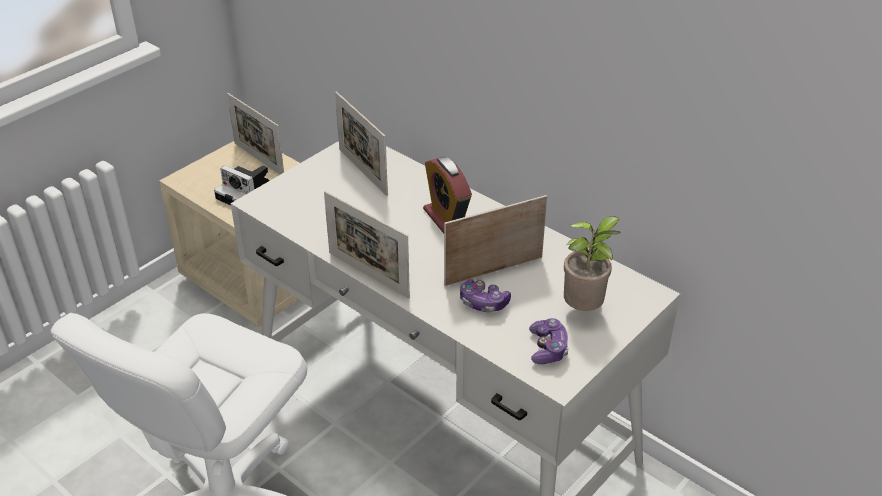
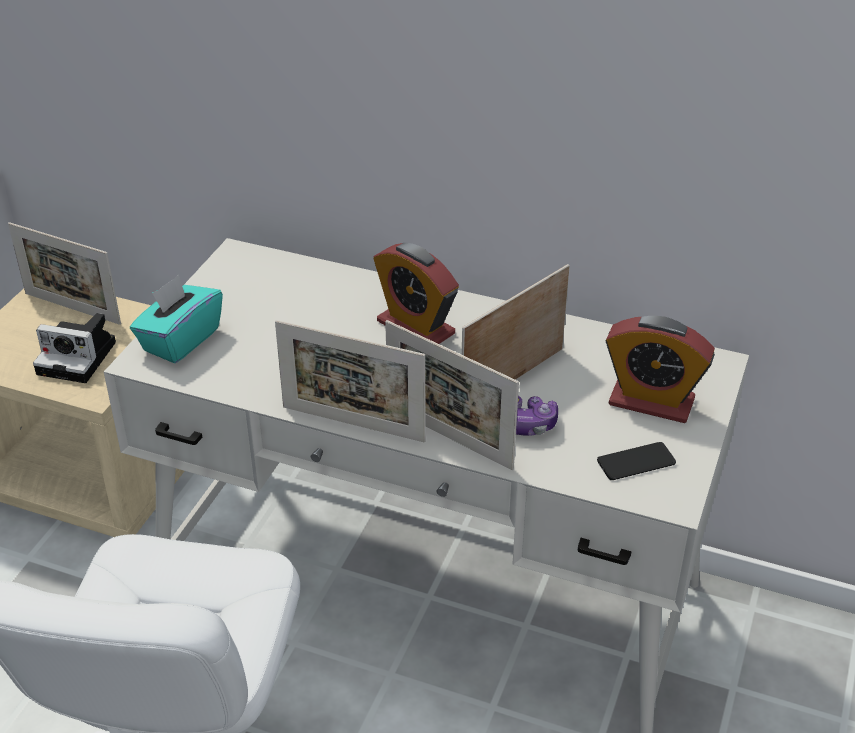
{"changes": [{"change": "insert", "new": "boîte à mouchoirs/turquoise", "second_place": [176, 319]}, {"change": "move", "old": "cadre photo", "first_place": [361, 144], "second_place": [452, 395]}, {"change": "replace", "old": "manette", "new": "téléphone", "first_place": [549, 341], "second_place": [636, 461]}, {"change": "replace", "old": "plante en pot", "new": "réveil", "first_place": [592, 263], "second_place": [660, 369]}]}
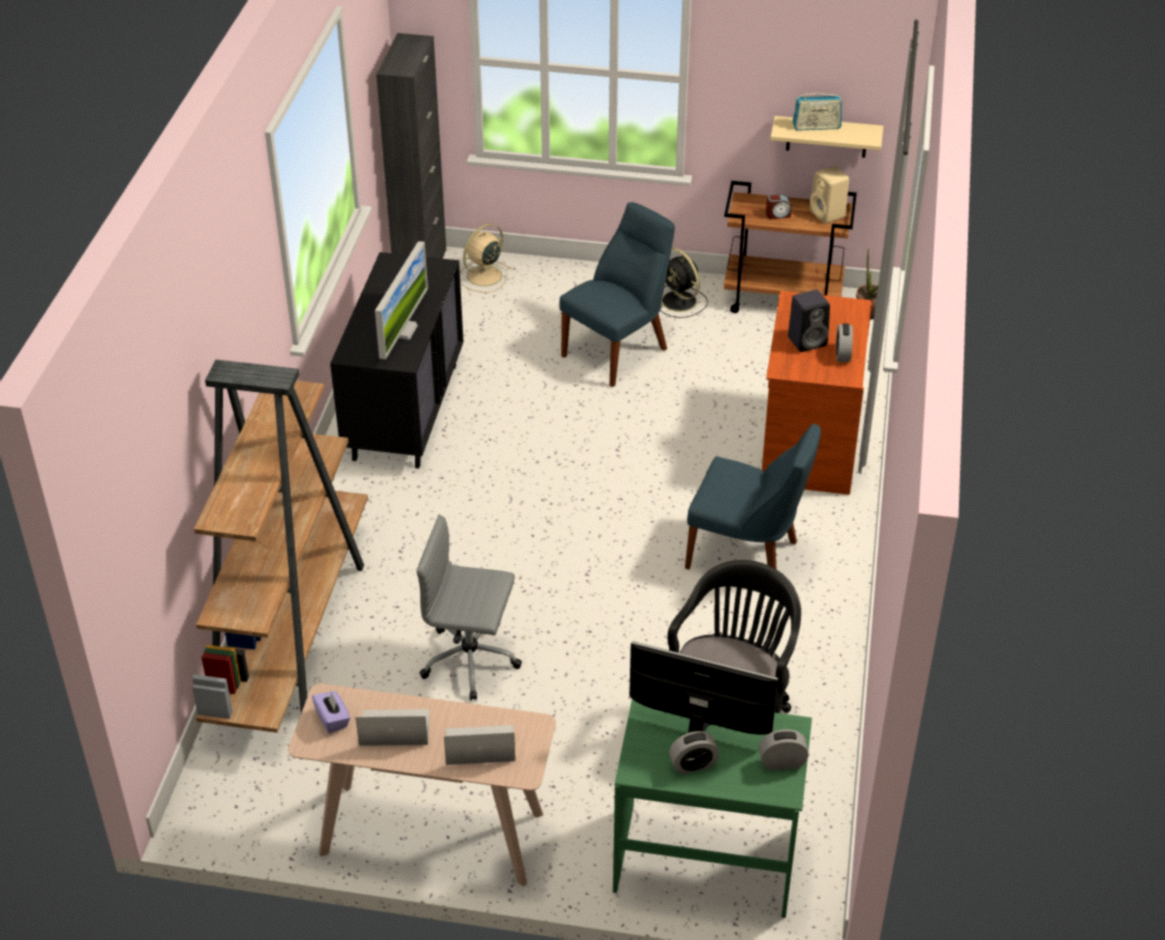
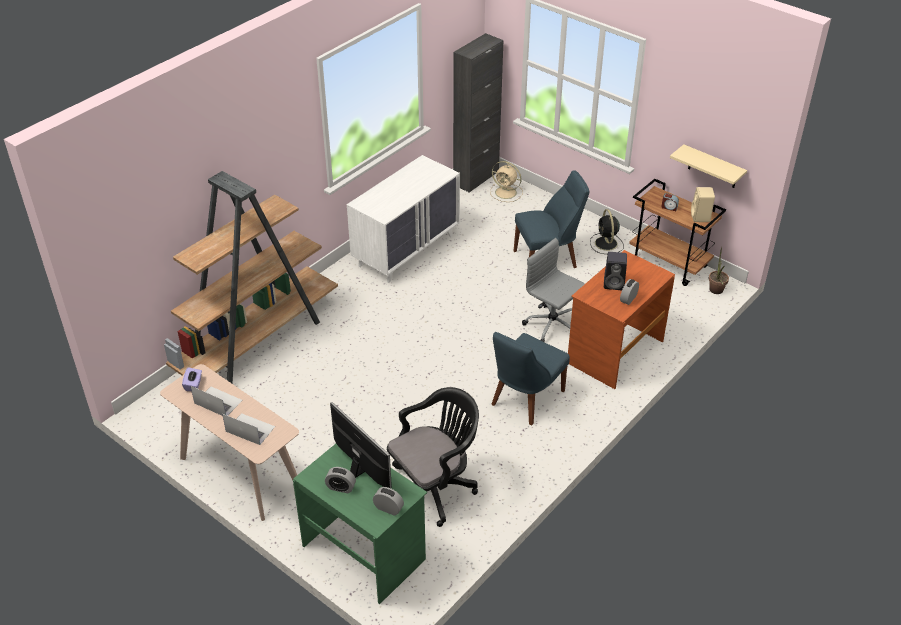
{"changes": [{"change": "recolor", "old": "commode/noir", "new": "commode/blanc", "first_place": [397, 360], "second_place": [403, 219]}, {"change": "rotate", "old": "ventilateur/beige", "first_place": [485, 258], "second_place": [506, 181], "degrees": -135}, {"change": "rotate", "old": "chaise/bleu", "first_place": [753, 496], "second_place": [530, 378], "degrees": 75}, {"change": "move", "old": "chaise de bureau/gris", "first_place": [469, 608], "second_place": [553, 290]}, {"change": "delete", "old": "écran d'ordinateur", "first_place": [401, 300]}, {"change": "delete", "old": "radio", "first_place": [817, 111]}]}
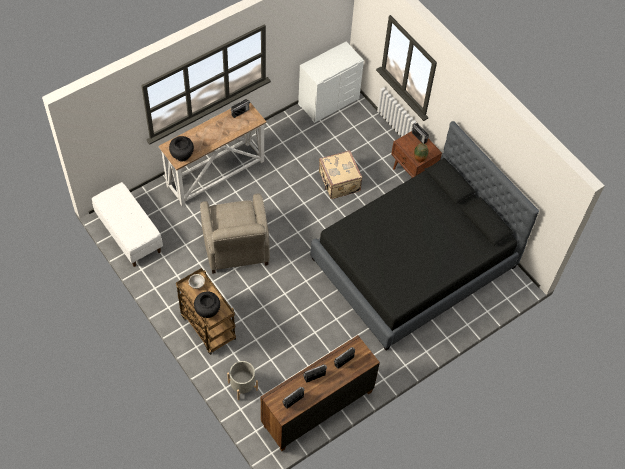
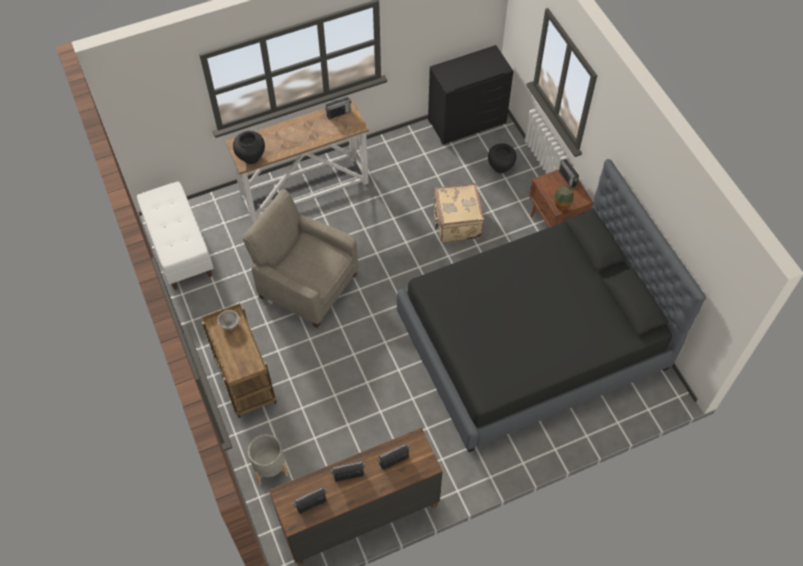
{"changes": [{"change": "rotate", "old": "fauteuil/beige", "first_place": [235, 234], "second_place": [300, 258], "degrees": 120}, {"change": "recolor", "old": "commode/blanc", "new": "commode/noir", "first_place": [331, 82], "second_place": [470, 95]}, {"change": "move", "old": "vase/noir", "first_place": [207, 305], "second_place": [502, 158]}]}
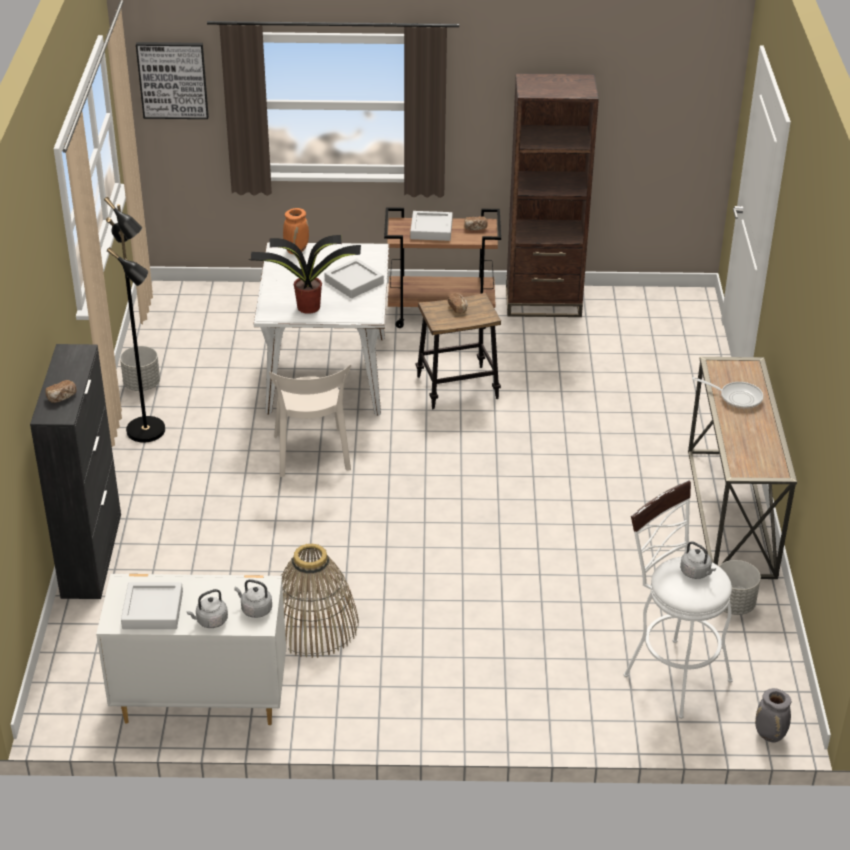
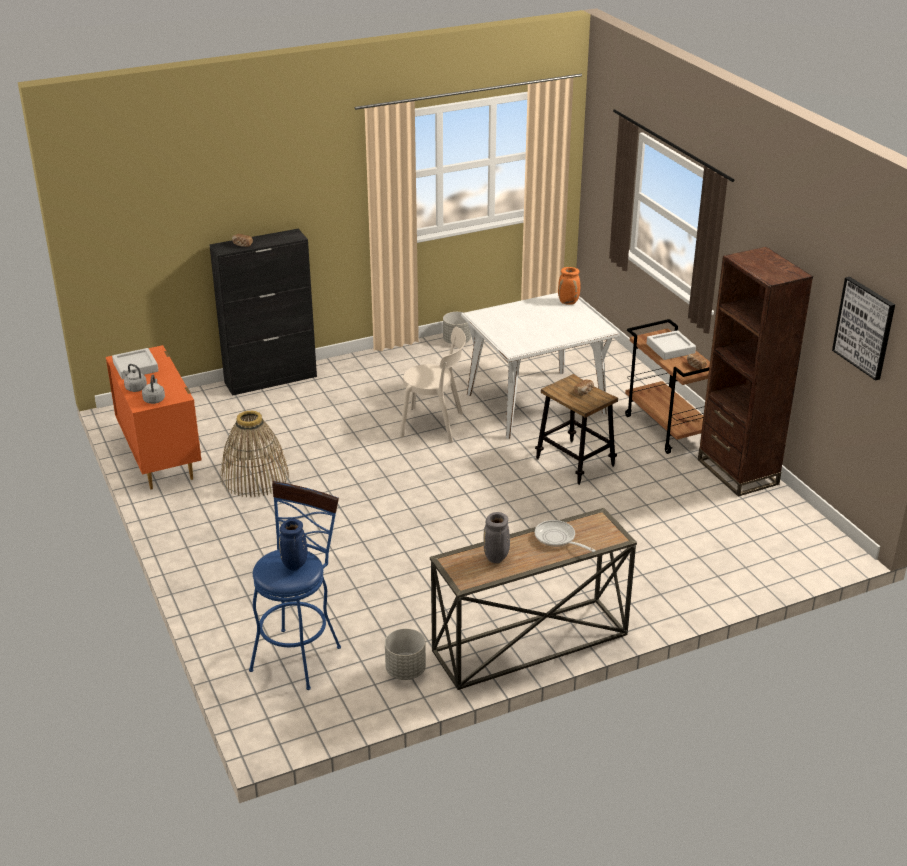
{"changes": [{"change": "recolor", "old": "commode/blanc", "new": "commode/orange", "first_place": [191, 649], "second_place": [154, 417]}, {"change": "recolor", "old": "tabouret/blanc", "new": "tabouret/bleu", "first_place": [678, 599], "second_place": [295, 585]}, {"change": "replace", "old": "bouilloire/gris", "new": "vase/bleu", "first_place": [698, 560], "second_place": [293, 544]}, {"change": "rotate", "old": "chaise/beige", "first_place": [310, 420], "second_place": [433, 385], "degrees": -135}, {"change": "move", "old": "vase/gris", "first_place": [773, 715], "second_place": [496, 537]}, {"change": "rotate", "old": "poêle", "first_place": [727, 393], "second_place": [565, 536], "degrees": 135}, {"change": "move", "old": "tableau", "first_place": [172, 80], "second_place": [863, 329]}, {"change": "delete", "old": "lampadaire/noir", "first_place": [134, 319]}, {"change": "delete", "old": "plante en pot", "first_place": [305, 274]}, {"change": "delete", "old": "plateau/gris", "first_place": [354, 278]}]}
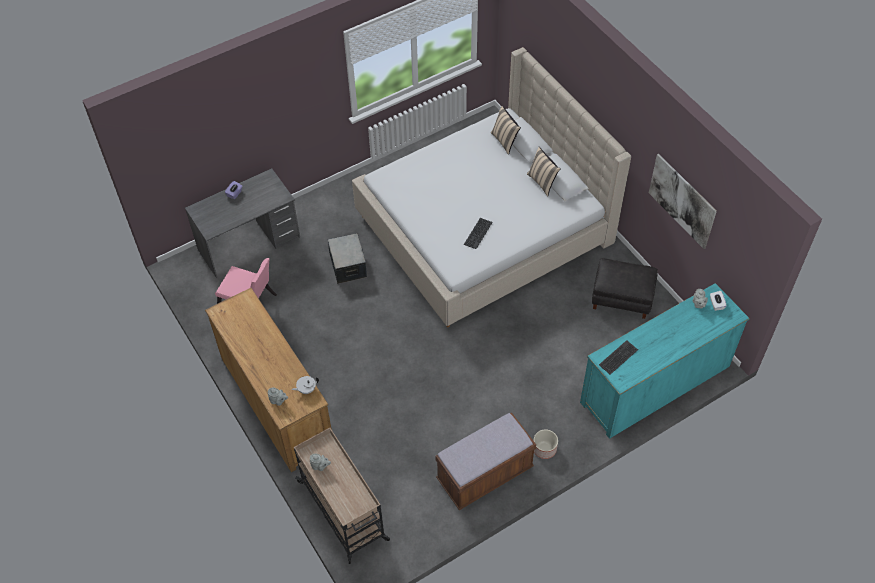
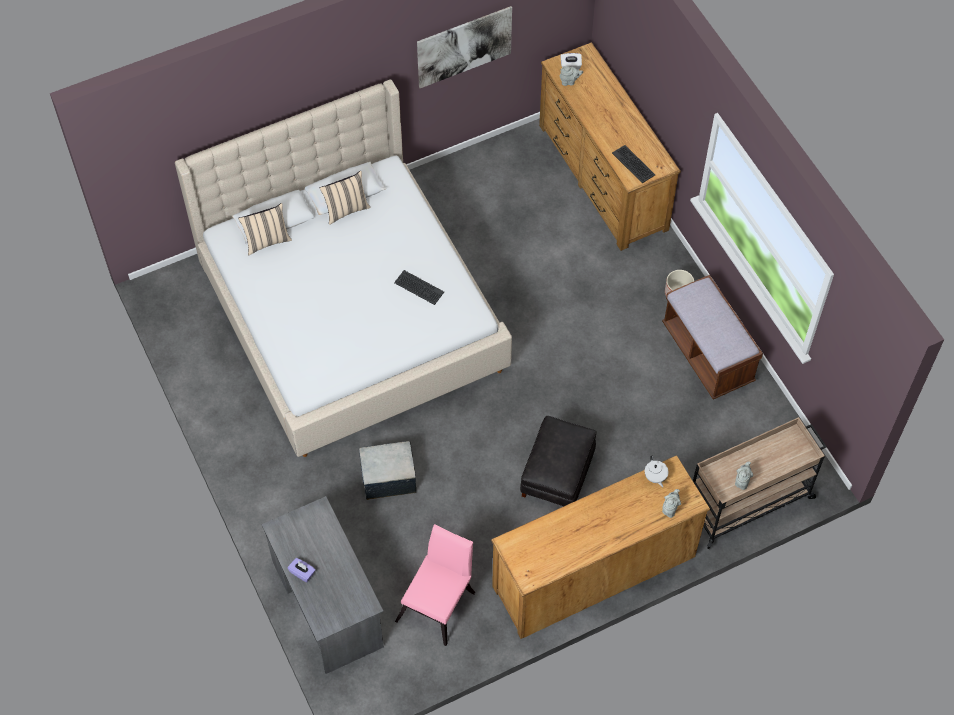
{"changes": [{"change": "move", "old": "pouf/noir", "first_place": [625, 288], "second_place": [558, 461]}, {"change": "recolor", "old": "commode/turquoise", "new": "commode/marron", "first_place": [665, 361], "second_place": [610, 146]}]}
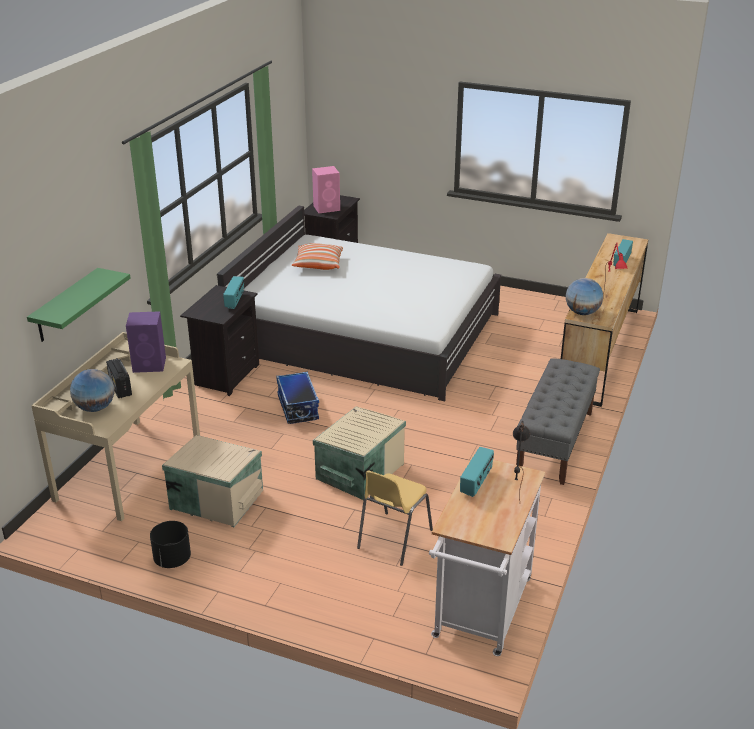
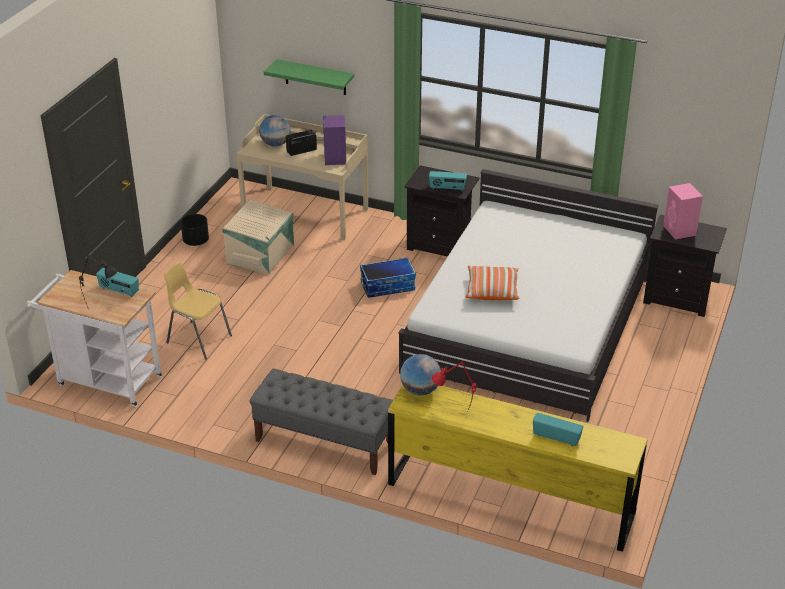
{"changes": [{"change": "recolor", "old": "commode/marron", "new": "commode/jaune", "first_place": [605, 320], "second_place": [517, 468]}, {"change": "move", "old": "coussin", "first_place": [317, 256], "second_place": [492, 283]}, {"change": "delete", "old": "boîte de rangement/beige", "first_place": [359, 453]}]}
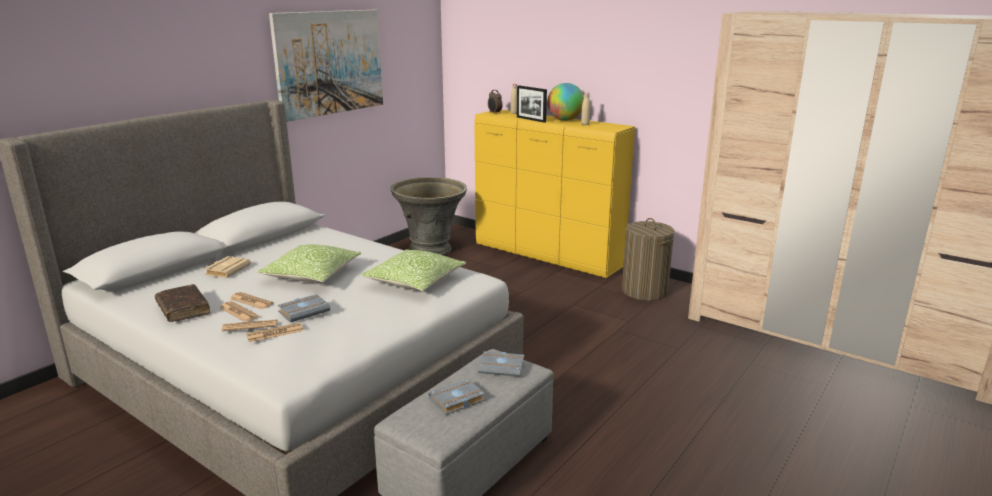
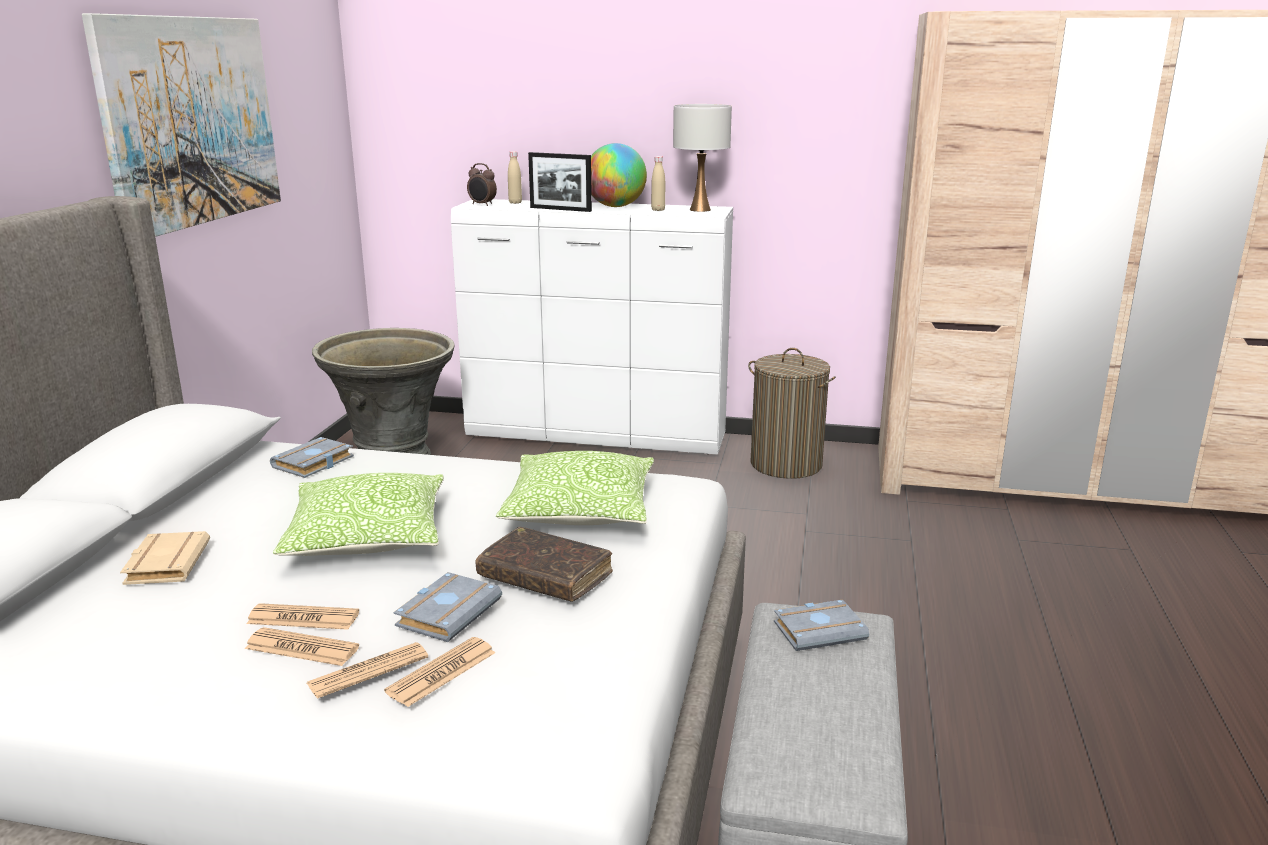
{"changes": [{"change": "move", "old": "livre/gris", "first_place": [456, 397], "second_place": [312, 457]}, {"change": "recolor", "old": "commode/jaune", "new": "commode/blanc", "first_place": [554, 194], "second_place": [592, 327]}, {"change": "move", "old": "livre/marron", "first_place": [183, 303], "second_place": [544, 564]}, {"change": "insert", "new": "lampe de table/blanc", "second_place": [702, 158]}]}
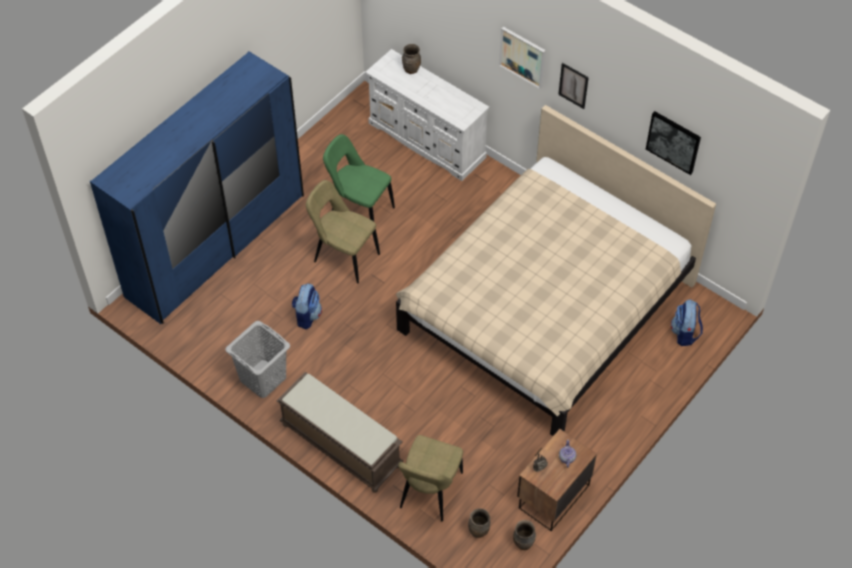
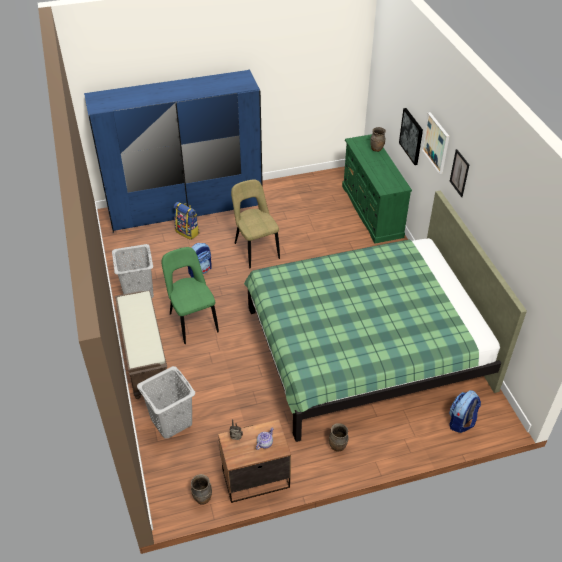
{"changes": [{"change": "replace", "old": "chaise/beige", "new": "panier à linge/gris", "first_place": [430, 478], "second_place": [166, 402]}, {"change": "move", "old": "chaise/vert", "first_place": [359, 177], "second_place": [190, 295]}, {"change": "insert", "new": "sac à dos", "second_place": [186, 221]}, {"change": "recolor", "old": "lit/beige", "new": "lit/vert", "first_place": [556, 270], "second_place": [385, 316]}, {"change": "move", "old": "vase/marron", "first_place": [479, 523], "second_place": [339, 437]}, {"change": "recolor", "old": "commode/blanc", "new": "commode/vert", "first_place": [427, 115], "second_place": [377, 189]}, {"change": "move", "old": "tableau", "first_place": [673, 143], "second_place": [411, 136]}]}
